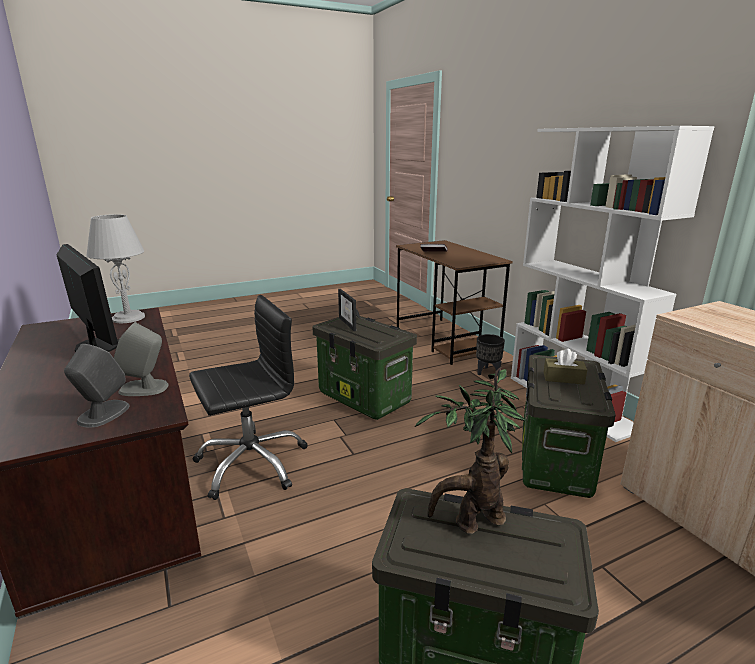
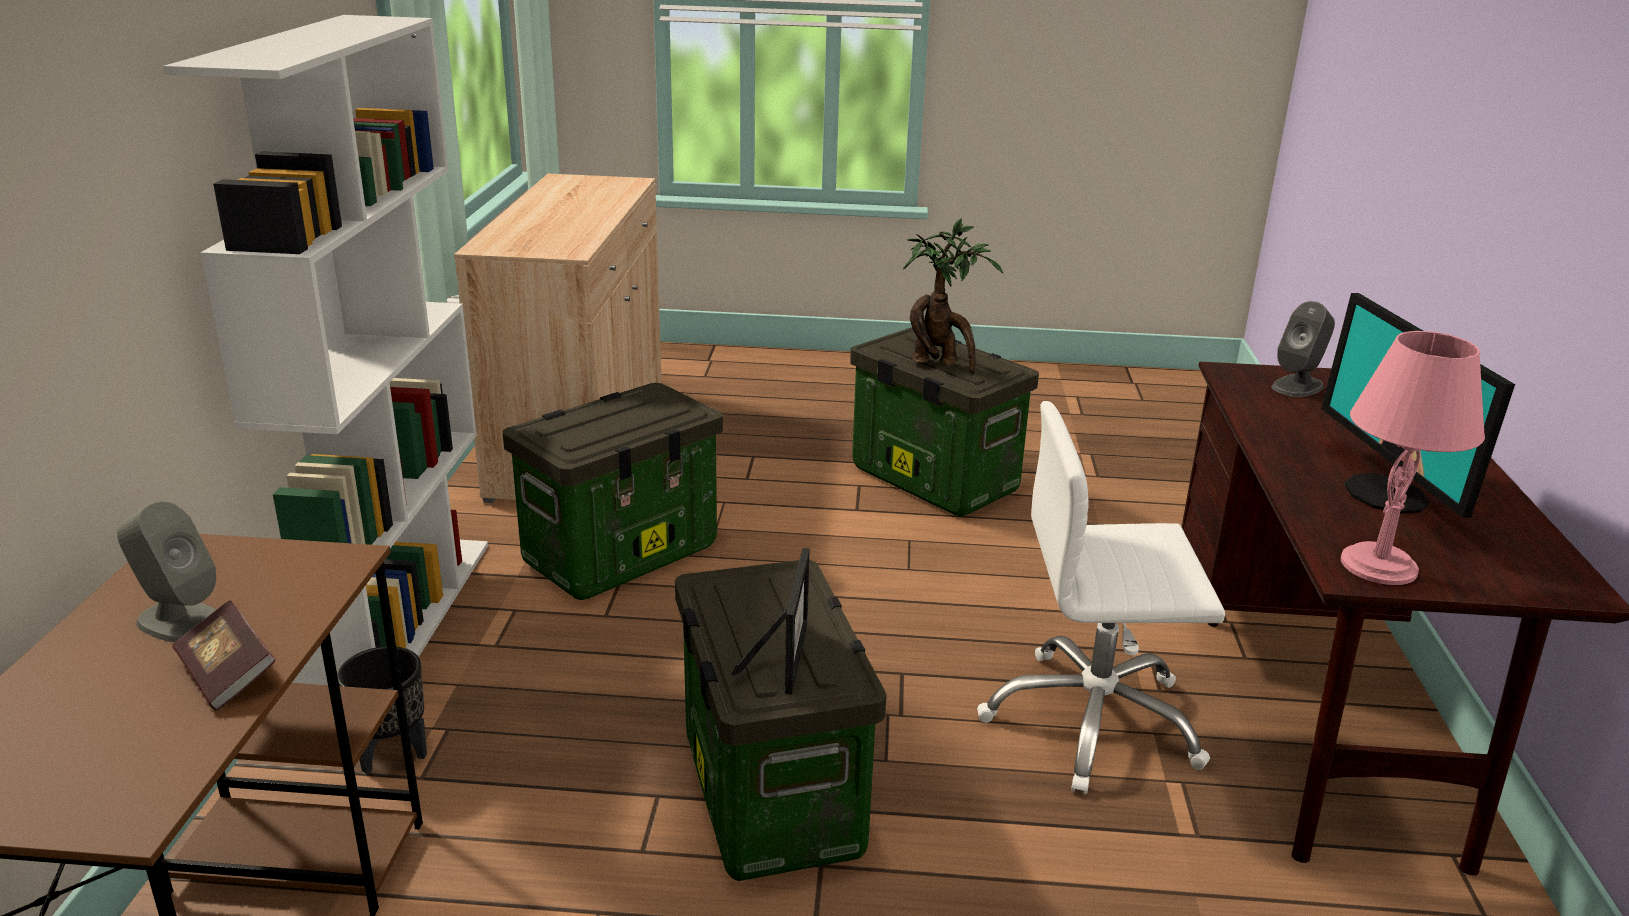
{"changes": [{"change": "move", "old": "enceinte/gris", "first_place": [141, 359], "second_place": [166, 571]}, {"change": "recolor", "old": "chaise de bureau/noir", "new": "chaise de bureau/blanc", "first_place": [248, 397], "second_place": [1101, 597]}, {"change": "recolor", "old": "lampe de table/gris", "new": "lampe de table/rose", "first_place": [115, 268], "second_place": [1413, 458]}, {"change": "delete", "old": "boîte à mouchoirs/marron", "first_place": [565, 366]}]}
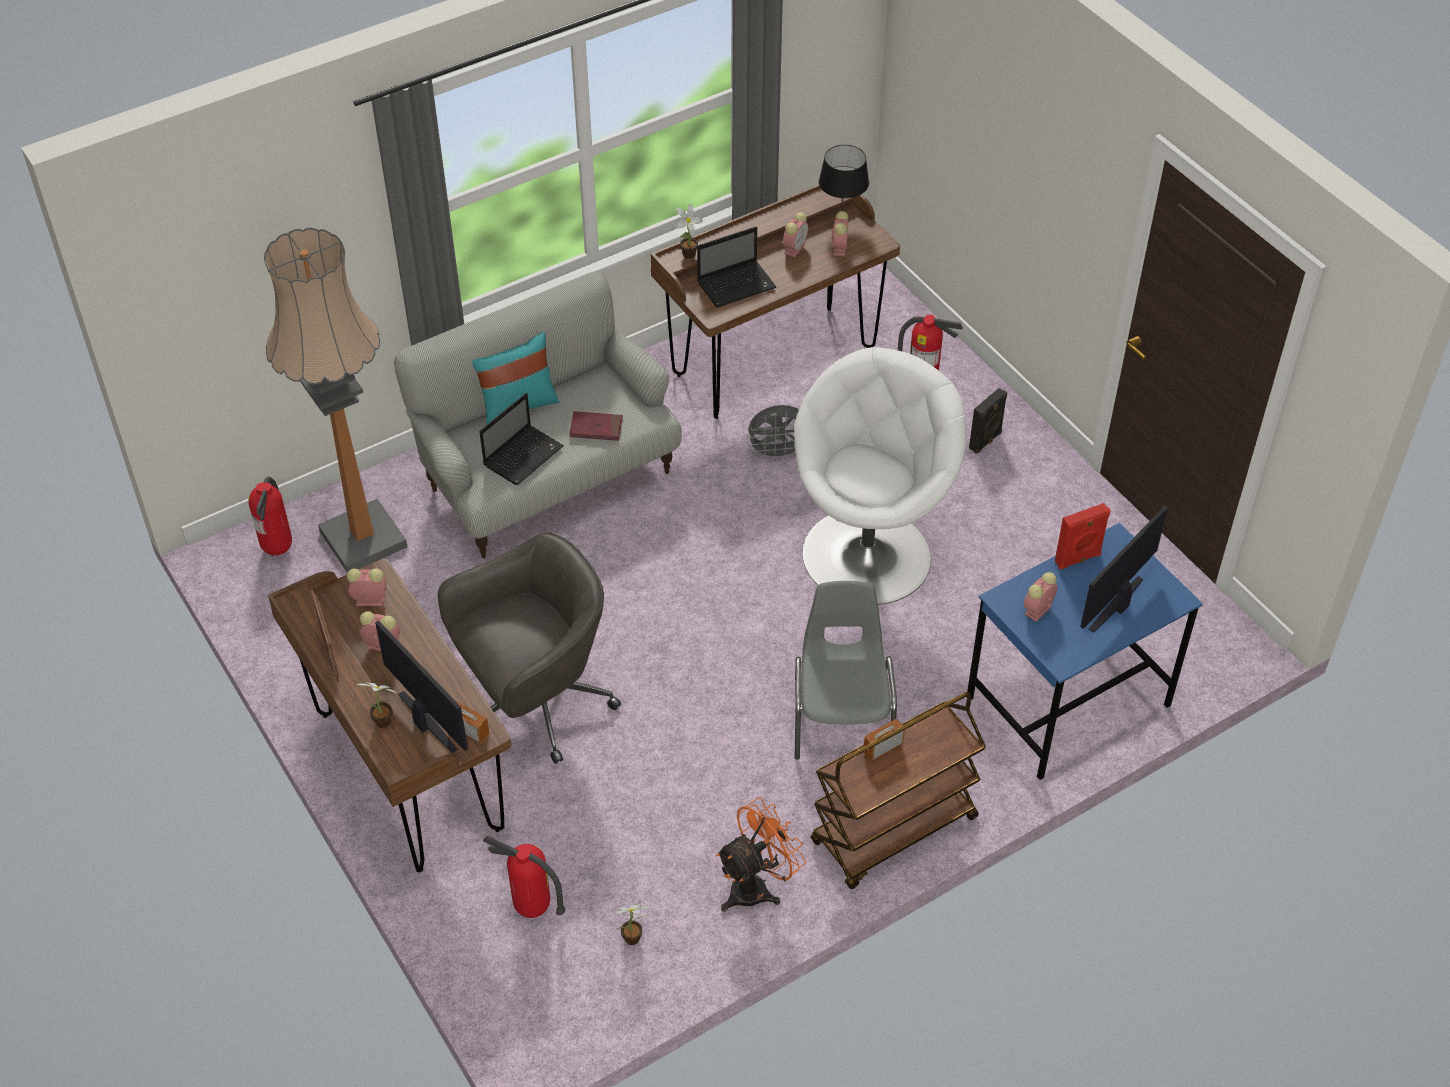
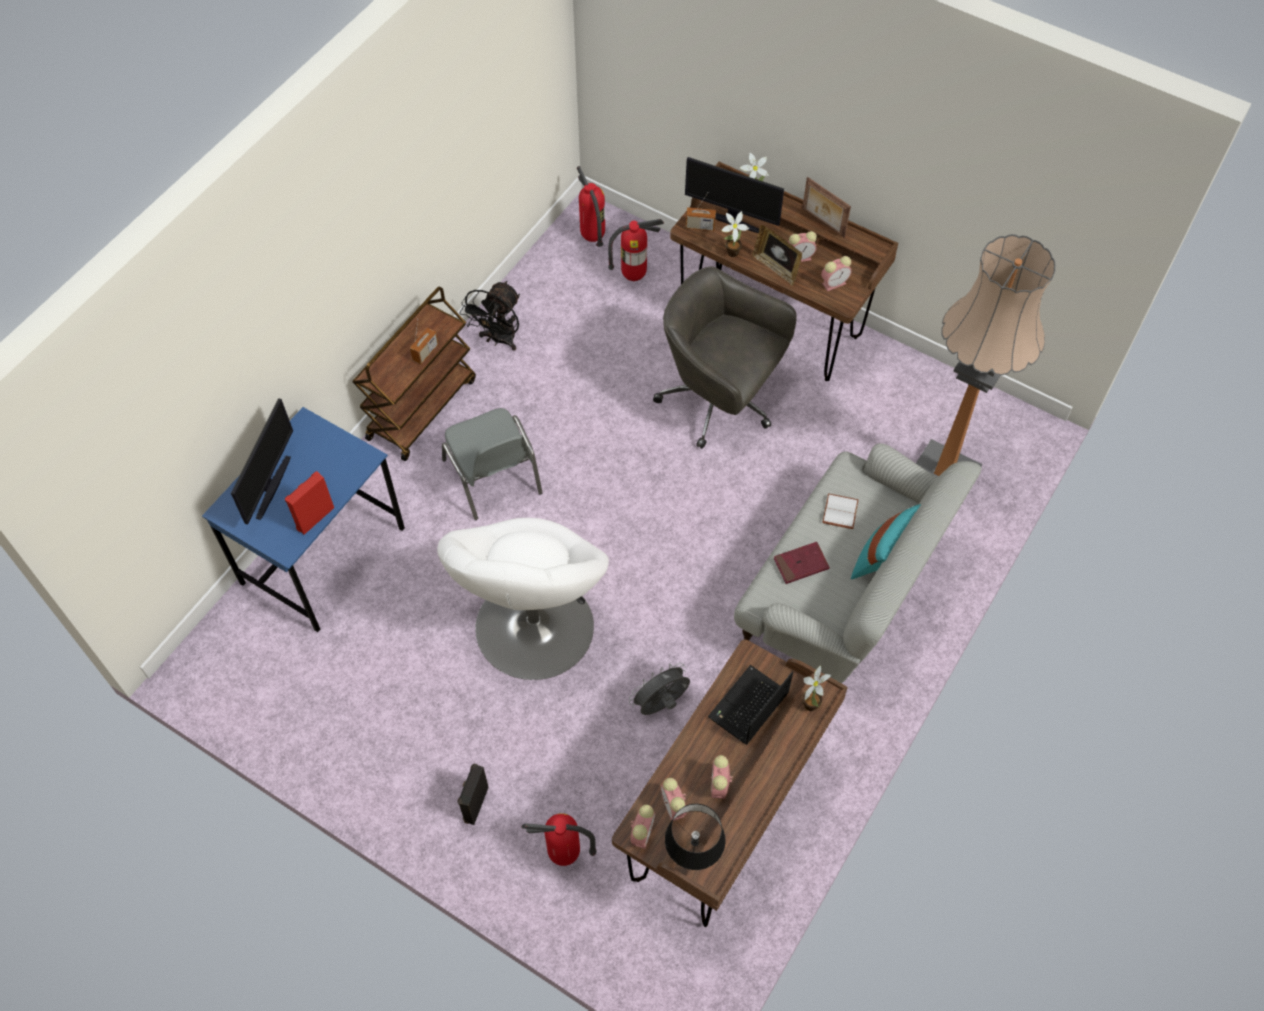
{"changes": [{"change": "recolor", "old": "ventilateur/orange", "new": "ventilateur/noir", "first_place": [761, 854], "second_place": [489, 316]}, {"change": "move", "old": "extincteur", "first_place": [270, 516], "second_place": [591, 206]}, {"change": "move", "old": "réveil", "first_place": [1041, 597], "second_place": [643, 827]}, {"change": "rotate", "old": "chaise de bureau/gris", "first_place": [529, 648], "second_place": [725, 357], "degrees": 90}, {"change": "move", "old": "plante en pot", "first_place": [633, 924], "second_place": [735, 234]}, {"change": "insert", "new": "cadre photo", "second_place": [777, 255]}, {"change": "replace", "old": "ordinateur portable", "new": "livre/blanc", "first_place": [521, 439], "second_place": [840, 511]}]}
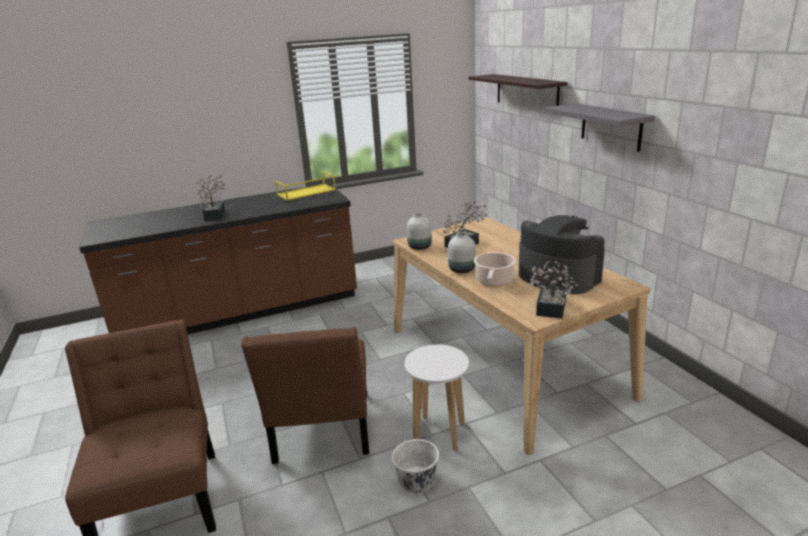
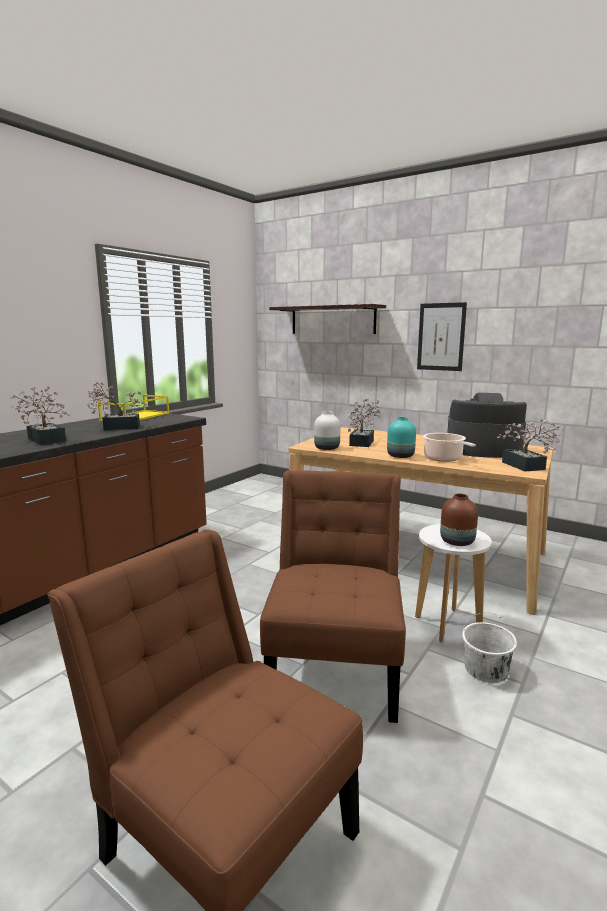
{"changes": [{"change": "insert", "new": "plante en pot", "second_place": [117, 405]}, {"change": "rotate", "old": "chaise/marron", "first_place": [305, 395], "second_place": [333, 596], "degrees": -135}, {"change": "recolor", "old": "vase/blanc", "new": "vase/turquoise", "first_place": [462, 252], "second_place": [401, 437]}, {"change": "replace", "old": "étagère/gris", "new": "tableau", "first_place": [600, 127], "second_place": [442, 336]}, {"change": "insert", "new": "vase/marron", "second_place": [459, 519]}]}
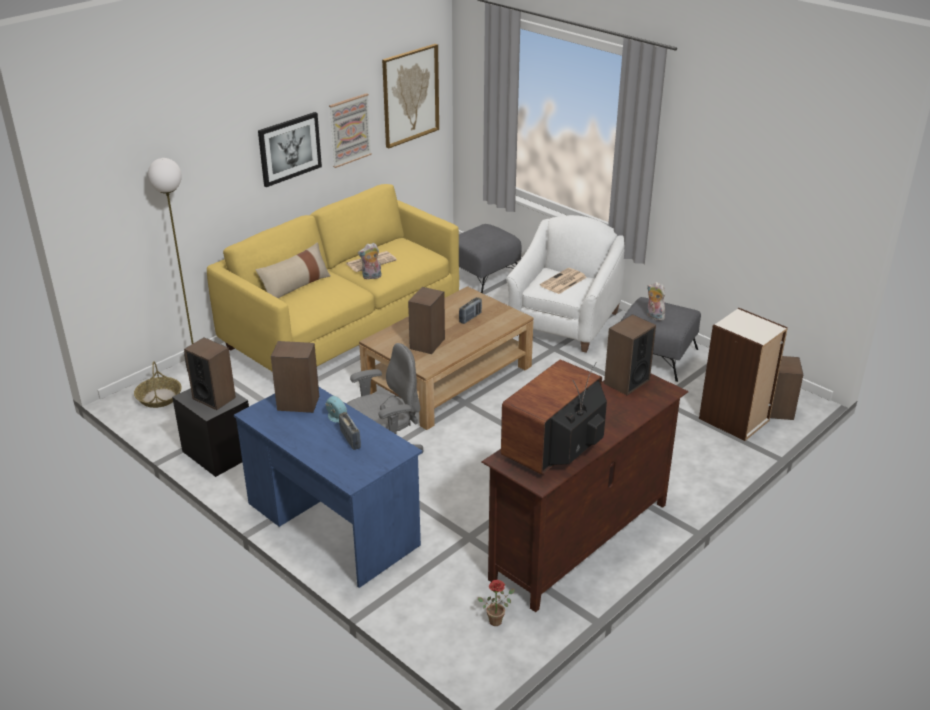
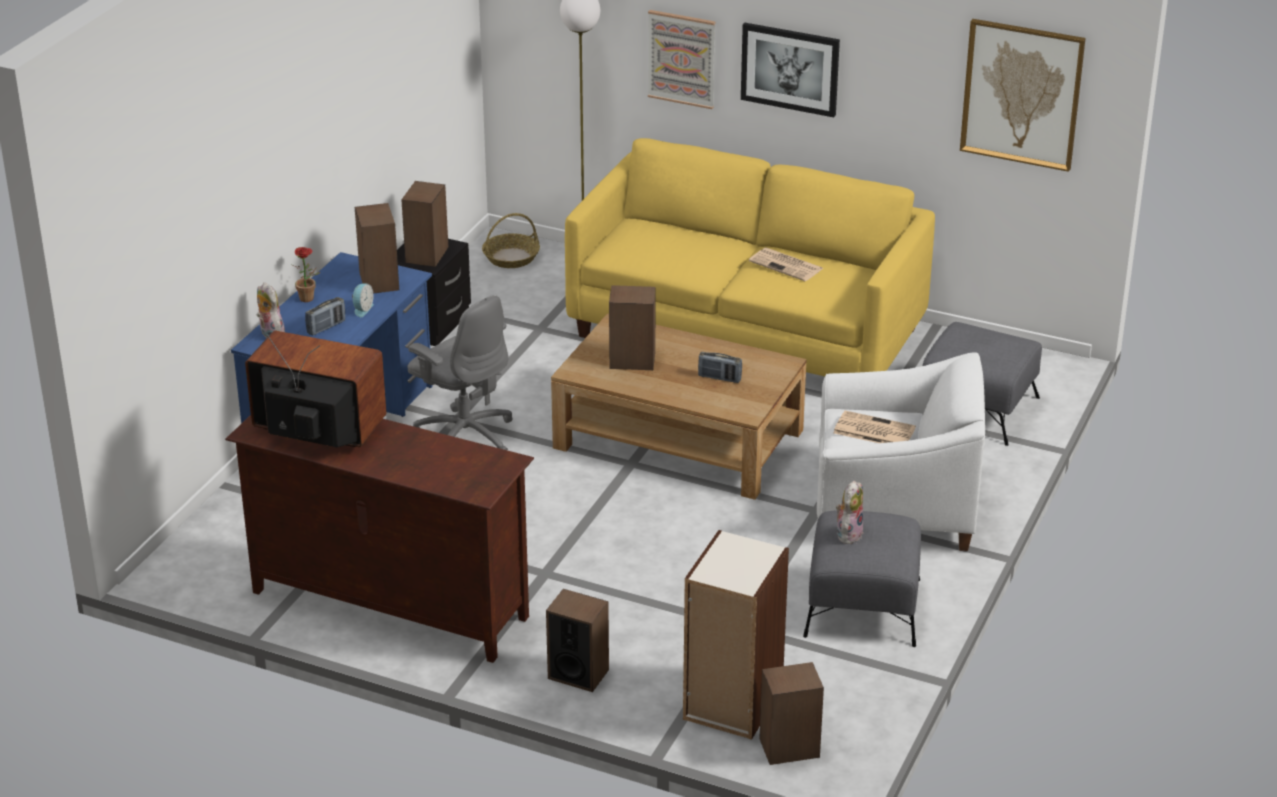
{"changes": [{"change": "move", "old": "peluche", "first_place": [370, 261], "second_place": [270, 310]}, {"change": "move", "old": "plante en pot", "first_place": [496, 603], "second_place": [305, 274]}, {"change": "move", "old": "enceinte", "first_place": [630, 354], "second_place": [577, 640]}, {"change": "move", "old": "tableau", "first_place": [350, 130], "second_place": [682, 59]}, {"change": "delete", "old": "coussin/beige", "first_place": [293, 270]}]}
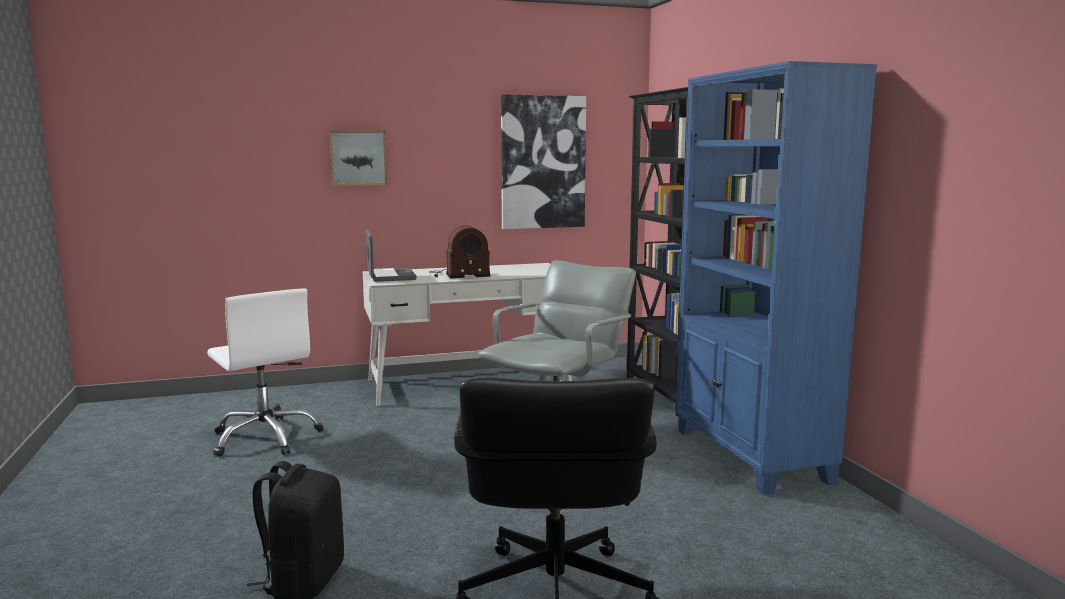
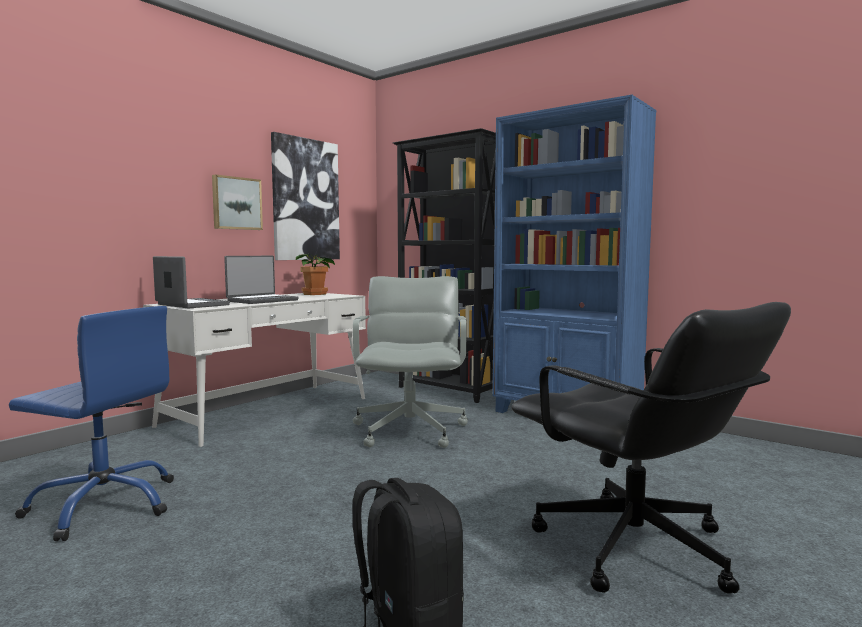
{"changes": [{"change": "recolor", "old": "chaise de bureau/blanc", "new": "chaise de bureau/bleu", "first_place": [265, 372], "second_place": [91, 423]}, {"change": "move", "old": "tableau", "first_place": [358, 158], "second_place": [237, 202]}, {"change": "replace", "old": "radio", "new": "ordinateur portable", "first_place": [460, 251], "second_place": [261, 280]}, {"change": "insert", "new": "plante en pot", "second_place": [315, 274]}]}
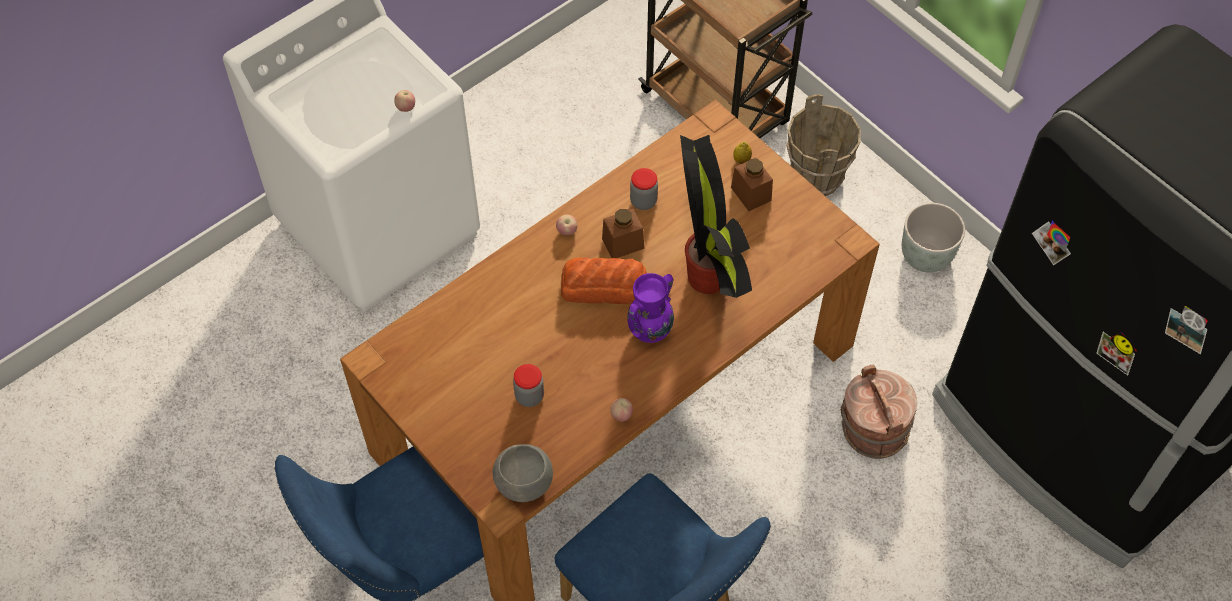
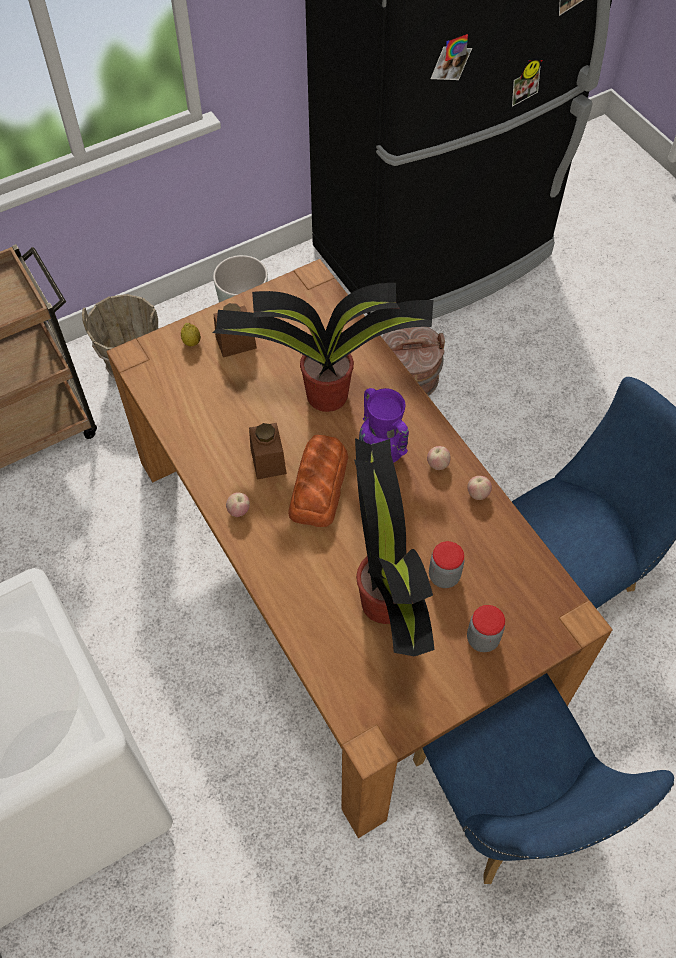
{"changes": [{"change": "insert", "new": "plante en pot", "second_place": [394, 547]}, {"change": "move", "old": "pomme", "first_place": [404, 101], "second_place": [439, 458]}, {"change": "move", "old": "bocal", "first_place": [644, 189], "second_place": [486, 628]}, {"change": "delete", "old": "bol/gris", "first_place": [523, 473]}]}
